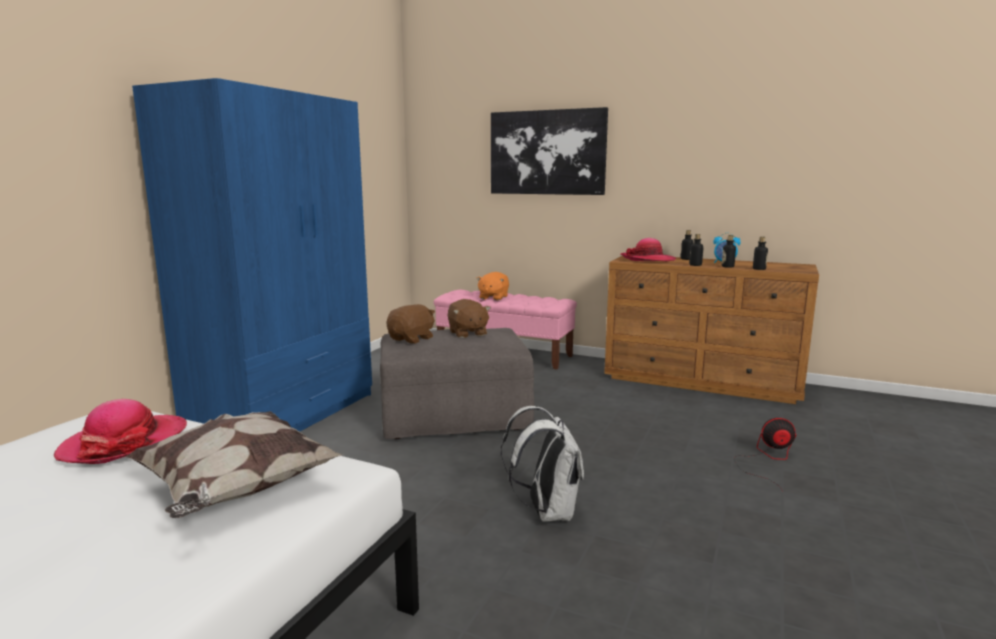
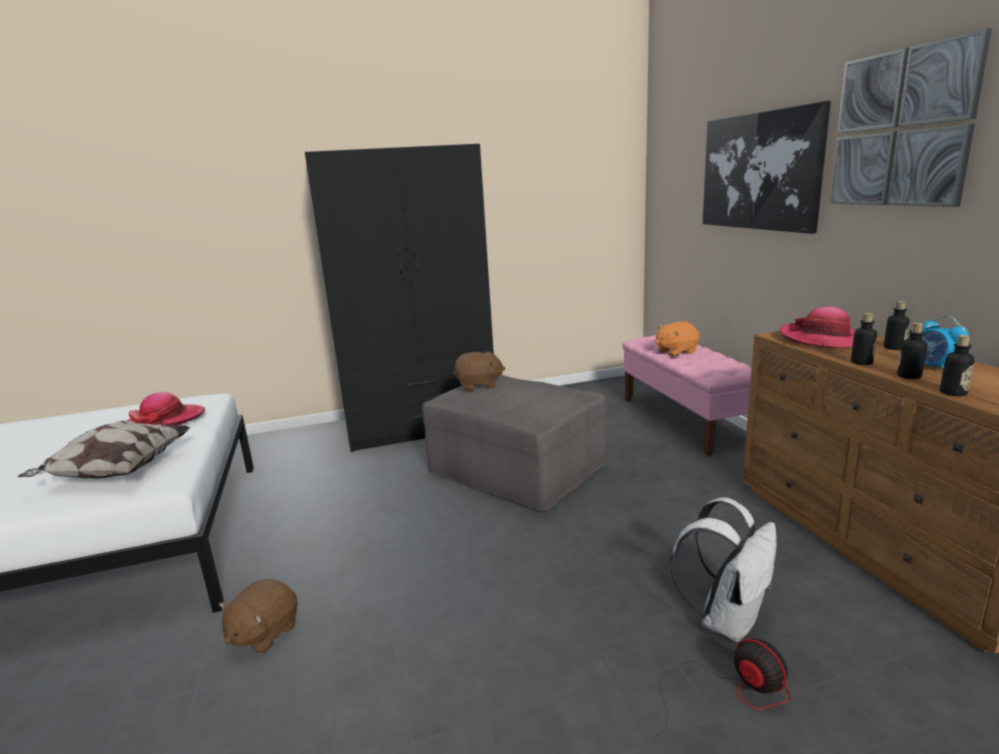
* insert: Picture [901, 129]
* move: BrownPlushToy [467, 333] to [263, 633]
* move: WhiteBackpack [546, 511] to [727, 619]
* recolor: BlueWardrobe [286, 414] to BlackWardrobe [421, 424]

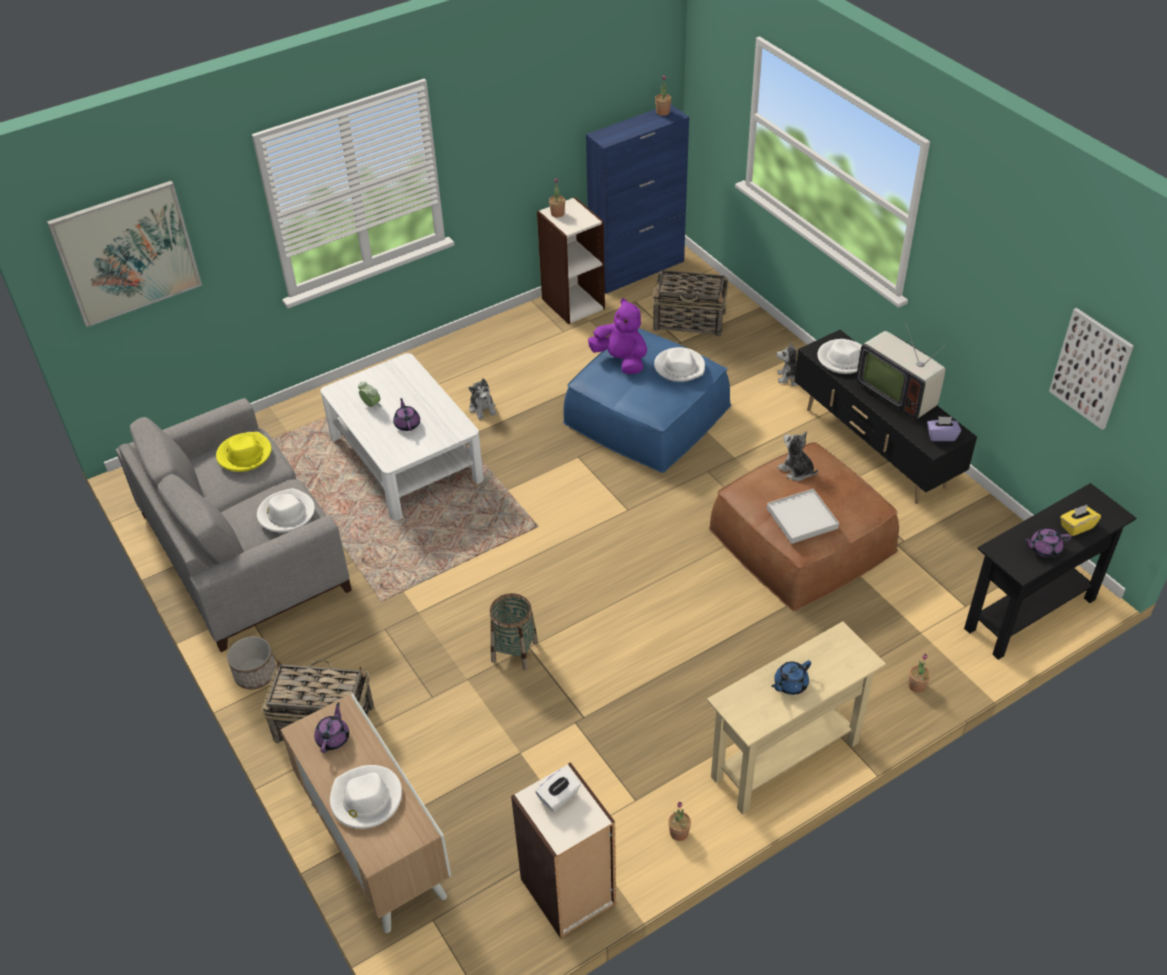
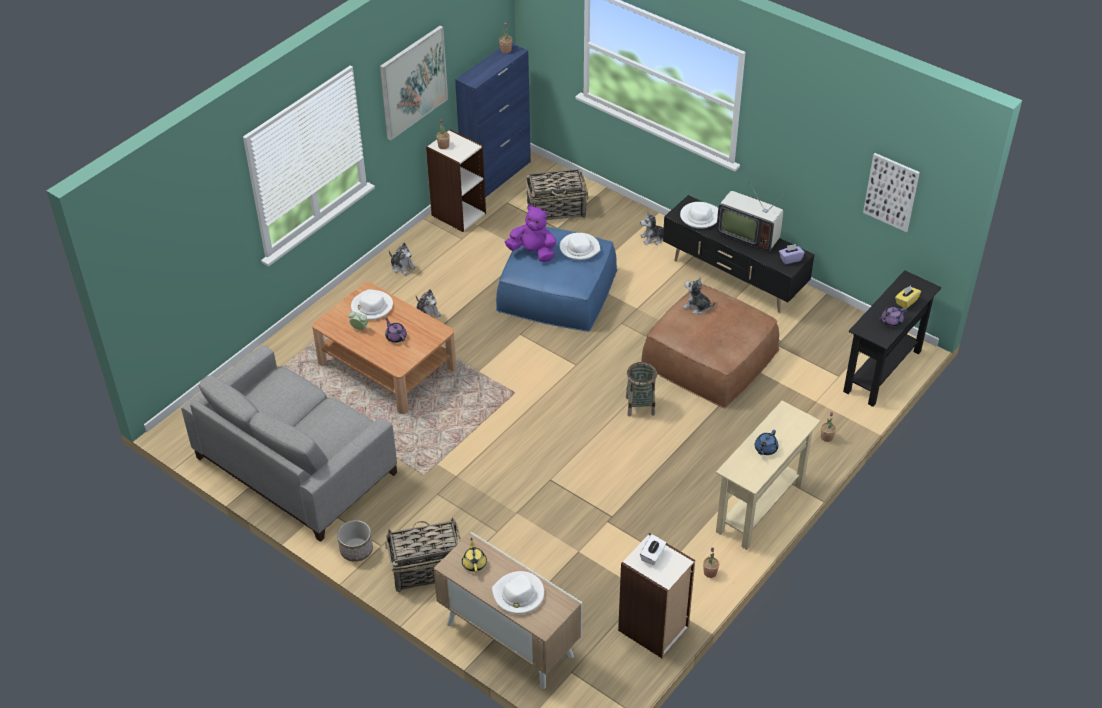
* delete: YellowHat [244, 454]
* delete: WhiteTray [802, 518]
* insert: PlushToy [402, 267]
* move: Picture [127, 253] to [413, 82]
* move: WhiteHat [286, 513] to [371, 307]
* move: Basket [514, 651] to [640, 405]
* recolor: PurpleTeapot [333, 737] to YellowTeapot [474, 563]
* recolor: WhiteCoffeeTable [405, 458] to BrownCoffeeTable [386, 365]

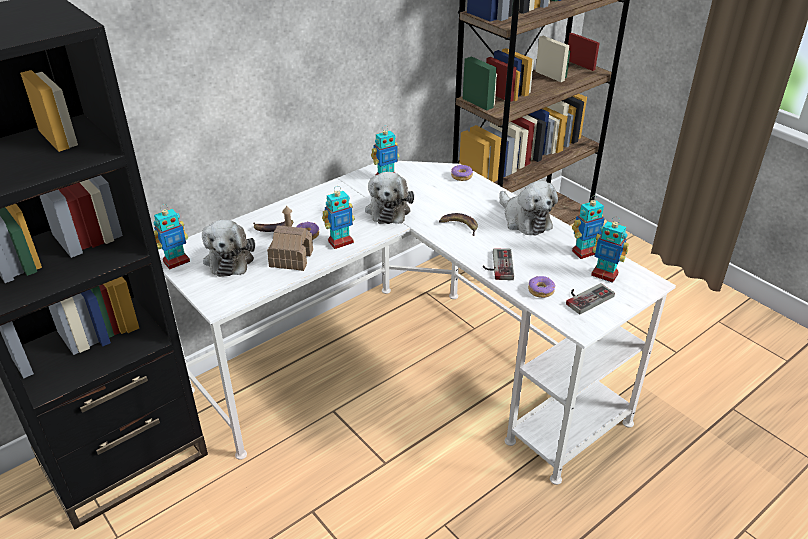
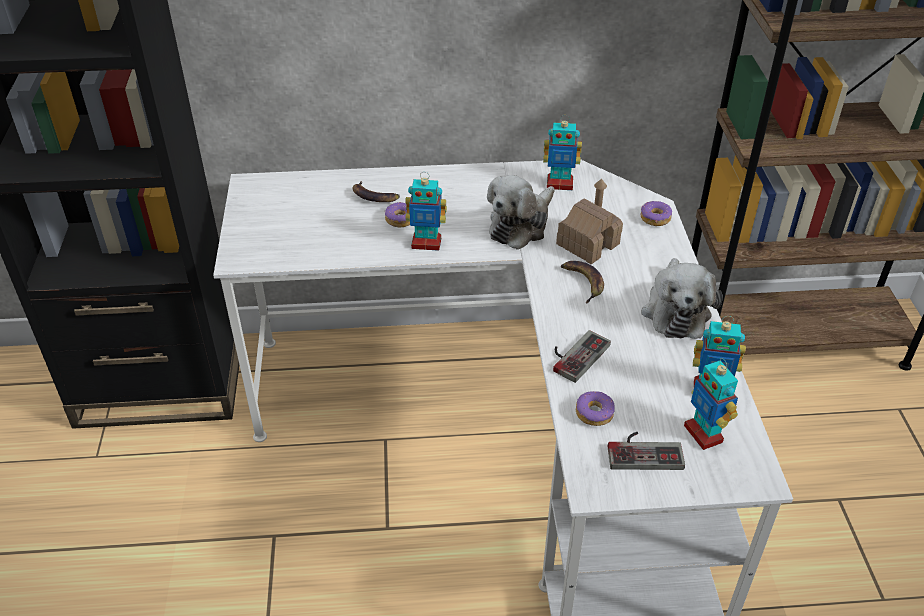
* delete: ToyRobot [176, 261]
* delete: PlushToy [229, 258]
* move: ToyHouse [291, 258] to [588, 244]

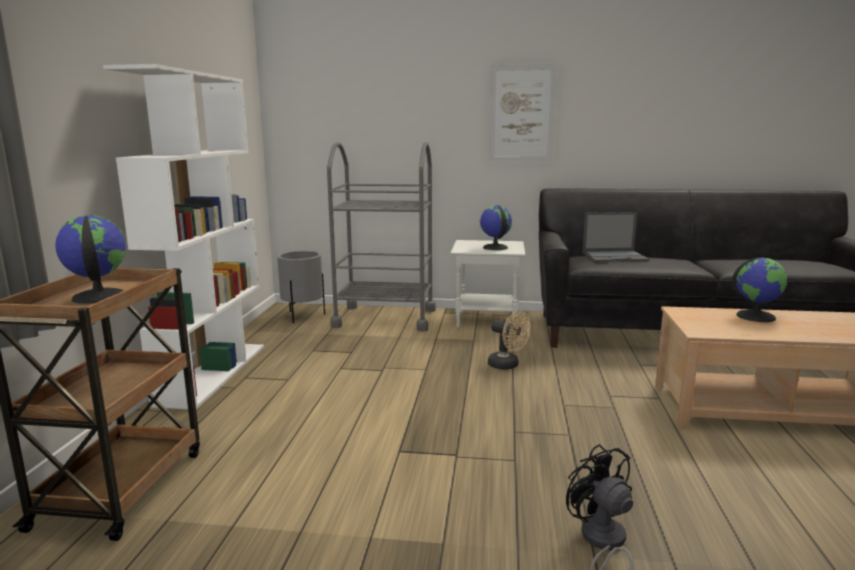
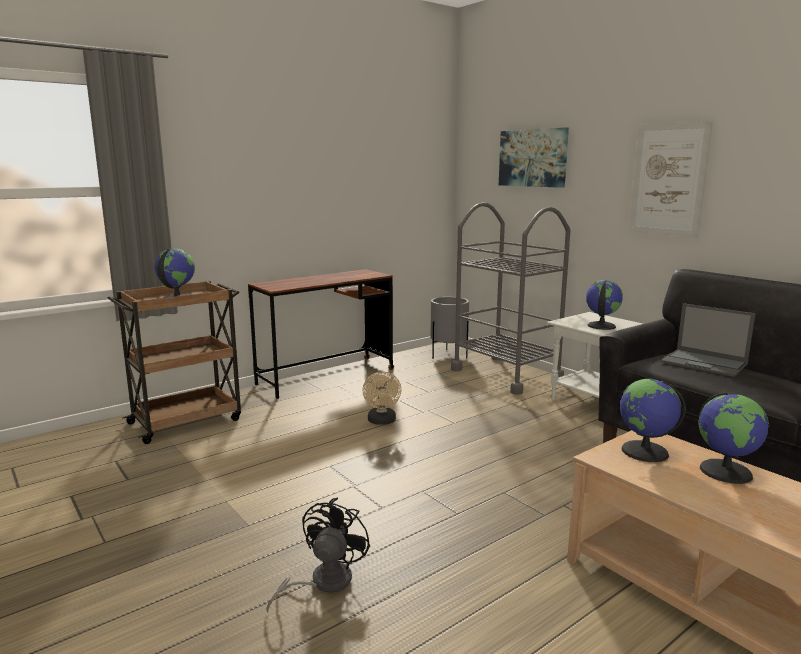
* insert: Picture [533, 158]
* insert: Globe [645, 452]
* move: BeigeFan [507, 366] to [382, 421]
* replace: WhiteBookcase [213, 373] to BrownDesk [326, 377]

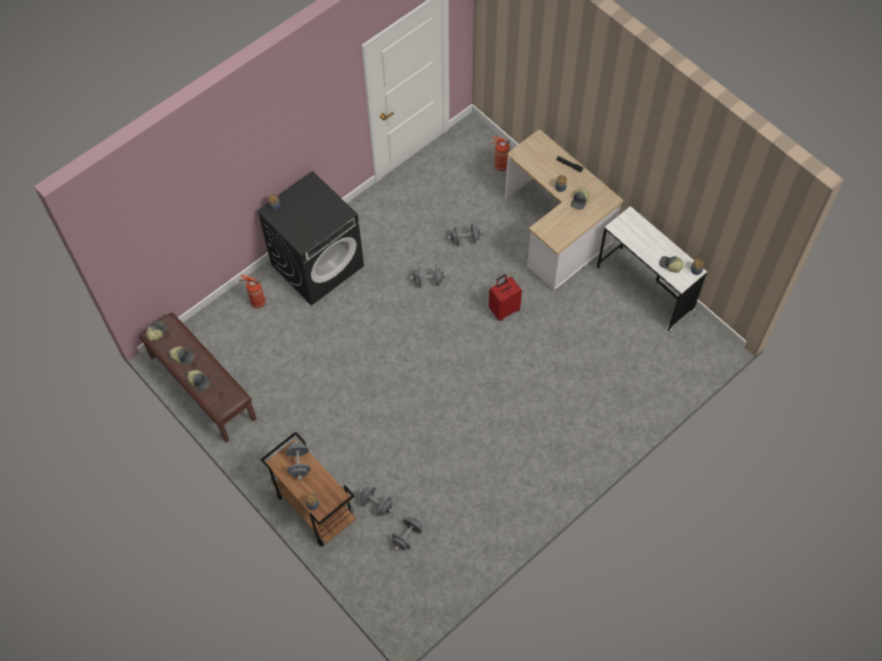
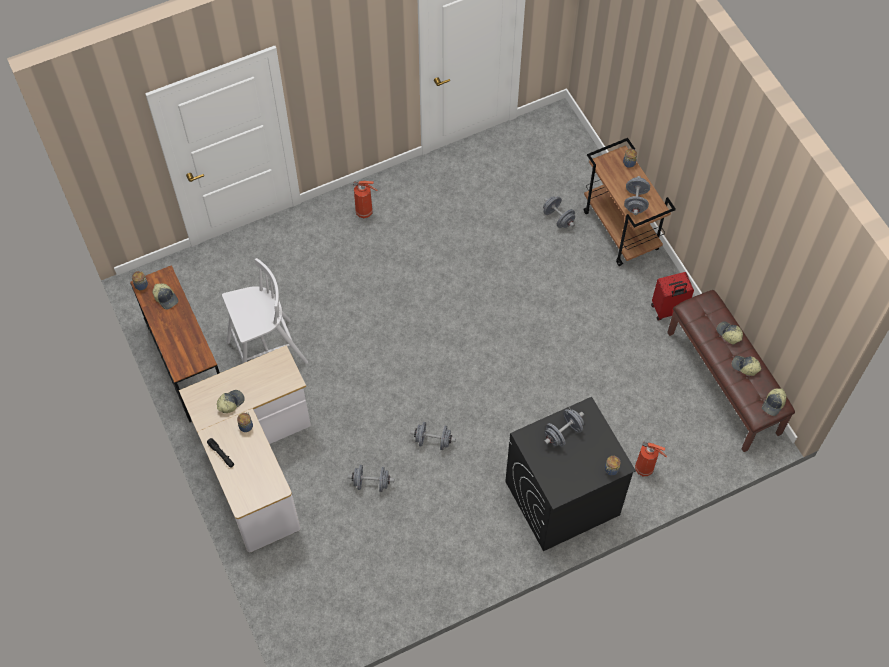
* insert: WhiteStool [265, 353]
* move: GreyDumbbell [407, 536] to [563, 433]
* move: FireExtinguisher [500, 166] to [365, 212]
* move: RedSuitcase [504, 309] to [668, 310]
* recolor: WhiteDesk [645, 288] to BrownDesk [187, 365]

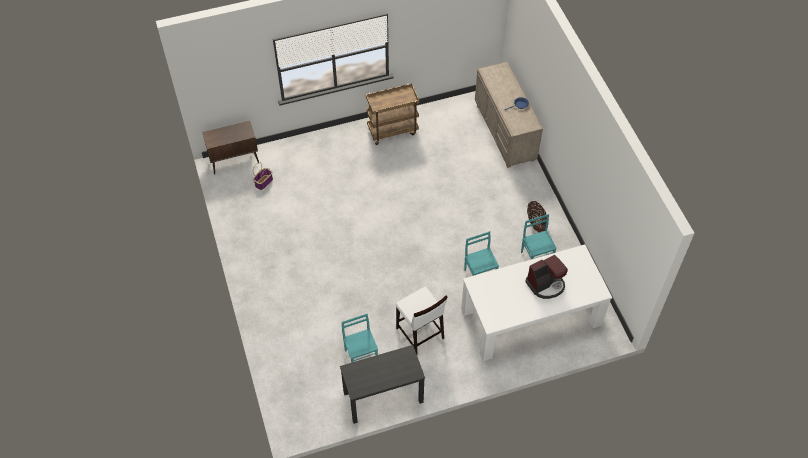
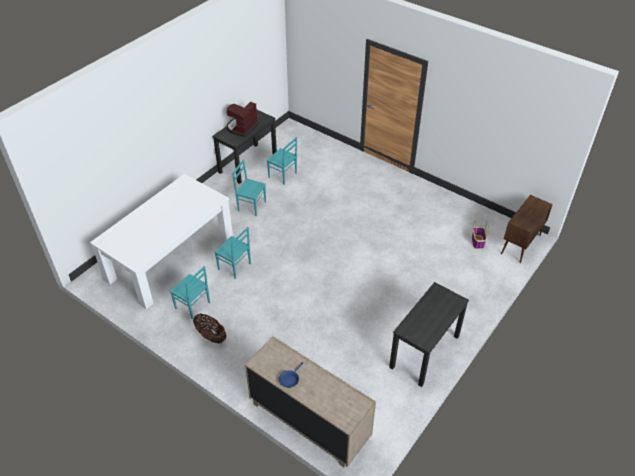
* move: CoffeeMachine [546, 284] to [242, 127]
* replace: BrownCart [393, 130] to BlackDesk [424, 351]
* replace: WhiteStool [420, 334] to TurquoiseChair [251, 206]

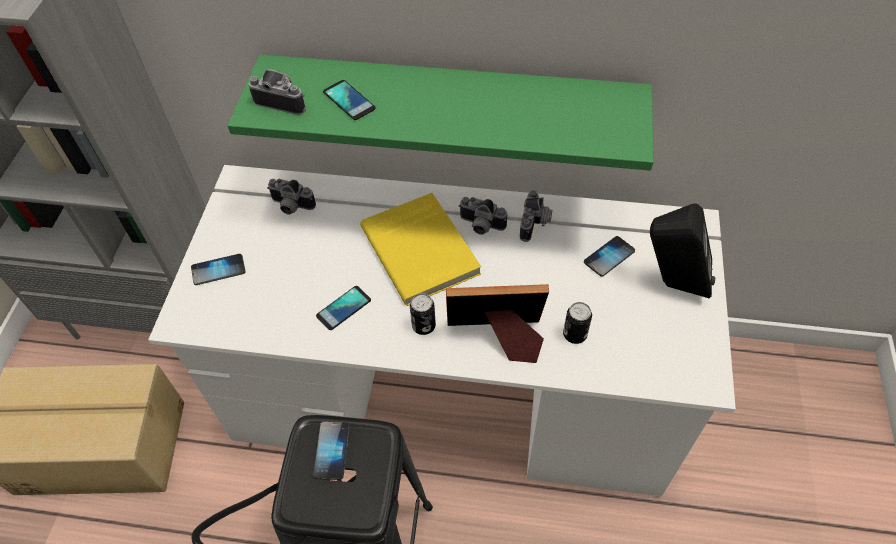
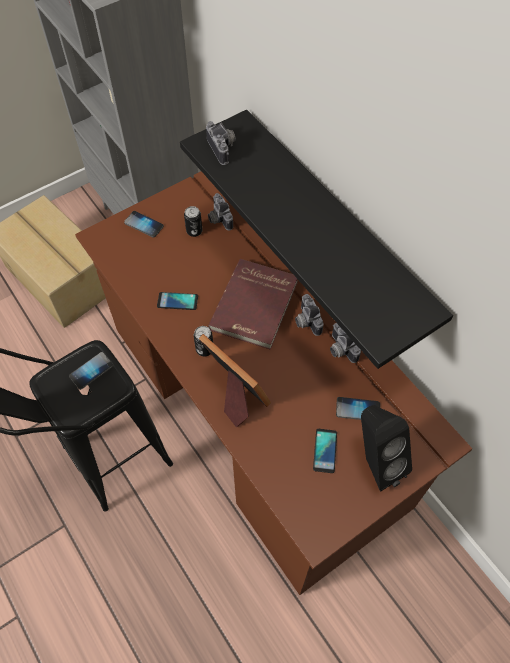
* move: Phone [349, 100] to [325, 451]
* move: Can [574, 334] to [194, 231]
* recolor: WhiteDesk [452, 389] to BrownDesk [255, 413]
* recolor: GreenShelf [451, 102] to BlackShelf [335, 224]
* recolor: YellowBook [422, 250] to RedBook [256, 306]
* rotate: PhotoCamera [536, 224] = [339, 349] 90 degrees clockwise

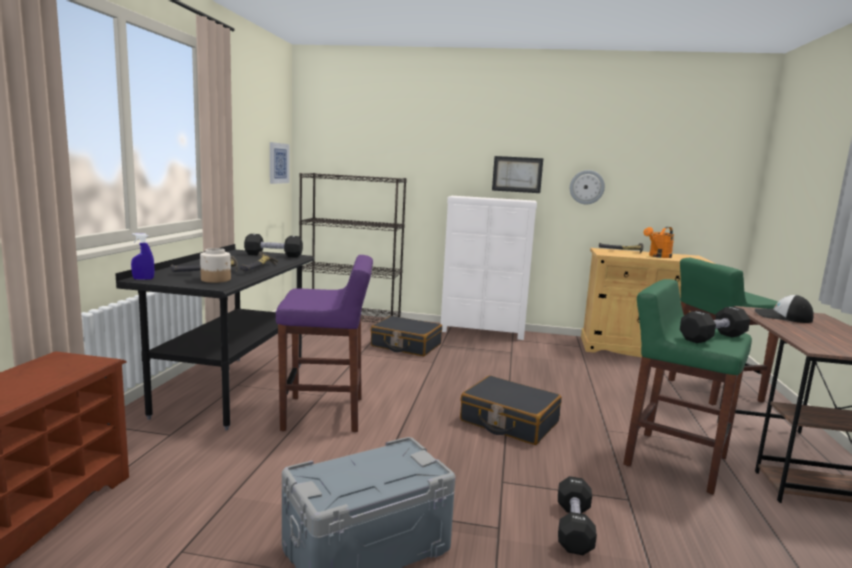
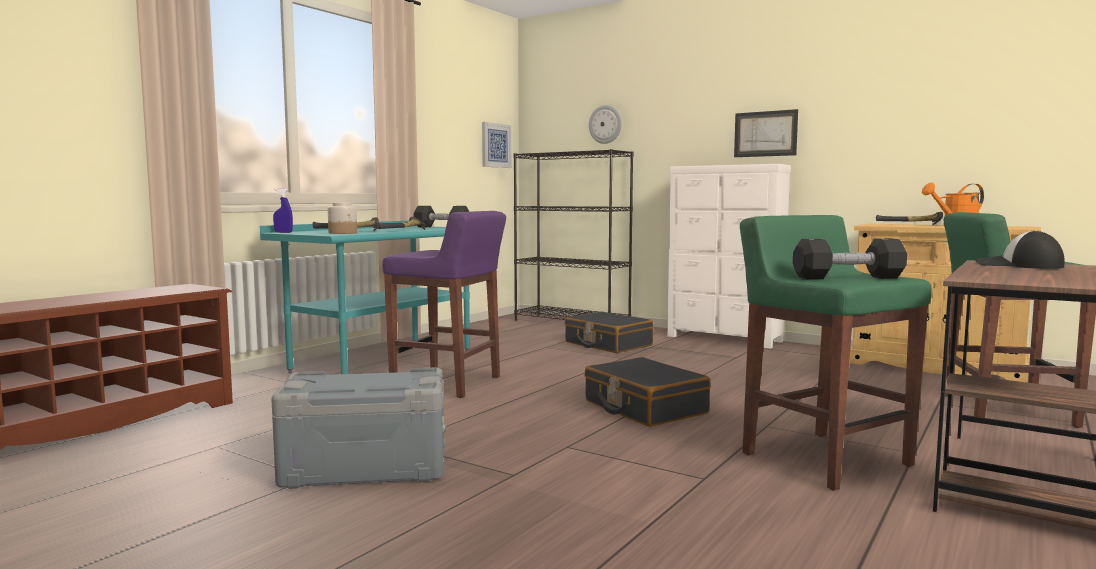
* delete: BlackDumbbell [573, 528]
* move: WallClock [586, 187] to [605, 124]
* recolor: BlackDesk [232, 389] to TurquoiseDesk [383, 361]

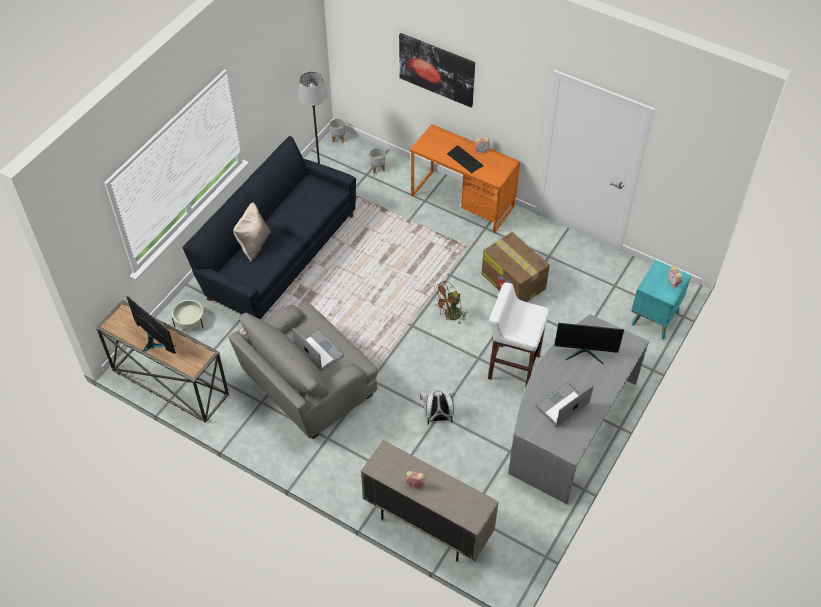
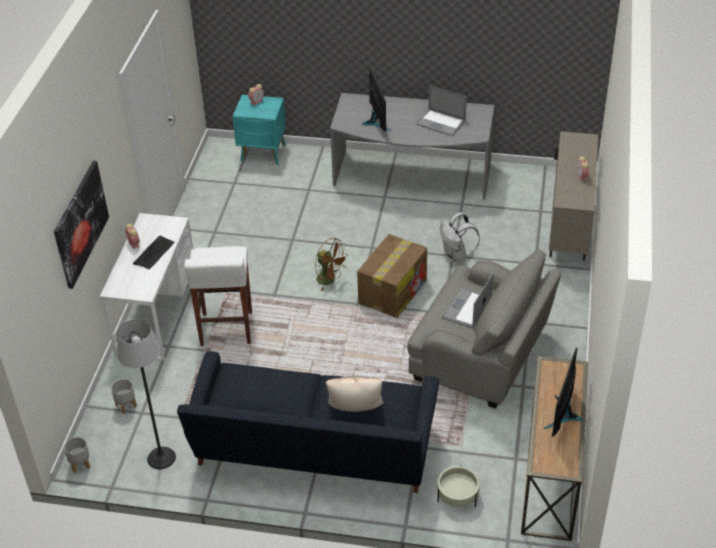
* move: CardboardBox [514, 282] to [393, 291]
* move: WhiteStool [513, 366] to [226, 329]
* recolor: OrangeDesk [462, 201] to WhiteDesk [157, 315]

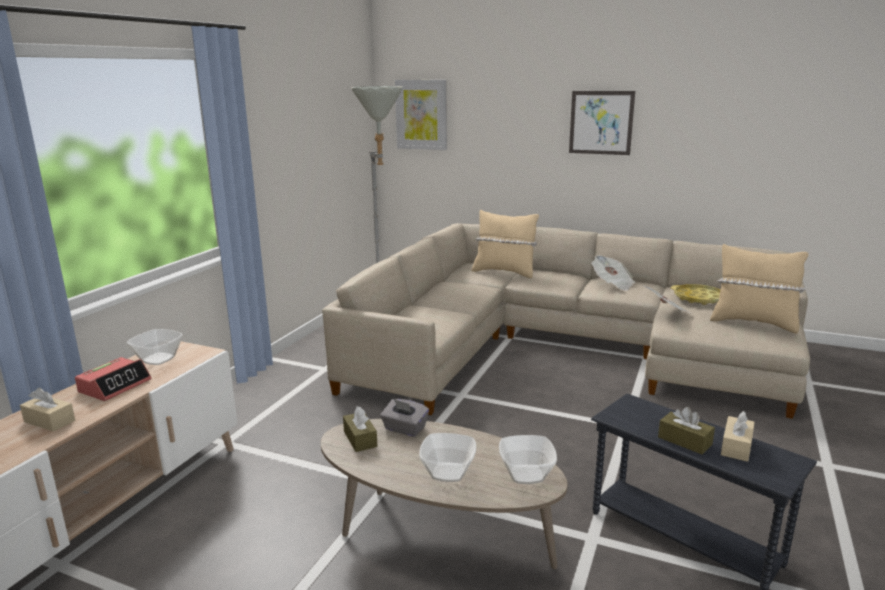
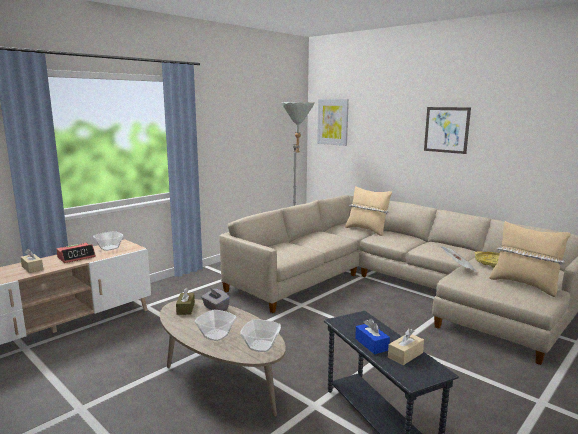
* delete: Newspaper [612, 284]
* recolor: BrownTissueBox [684, 441] to BlueTissueBox [371, 344]

